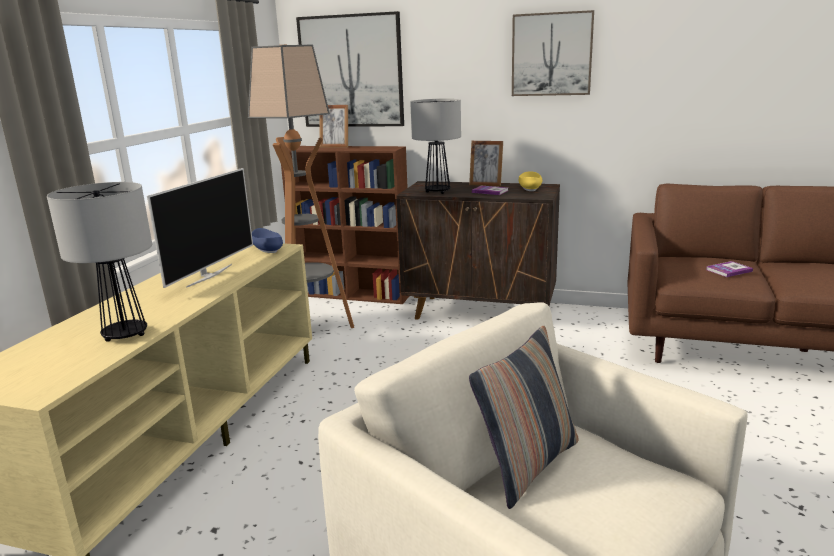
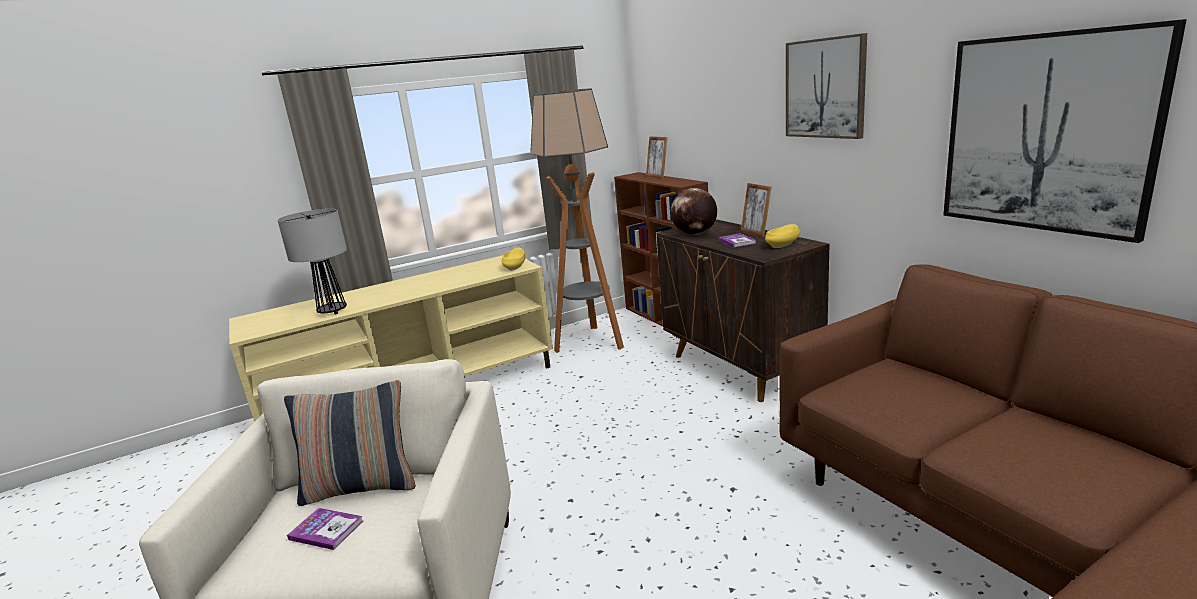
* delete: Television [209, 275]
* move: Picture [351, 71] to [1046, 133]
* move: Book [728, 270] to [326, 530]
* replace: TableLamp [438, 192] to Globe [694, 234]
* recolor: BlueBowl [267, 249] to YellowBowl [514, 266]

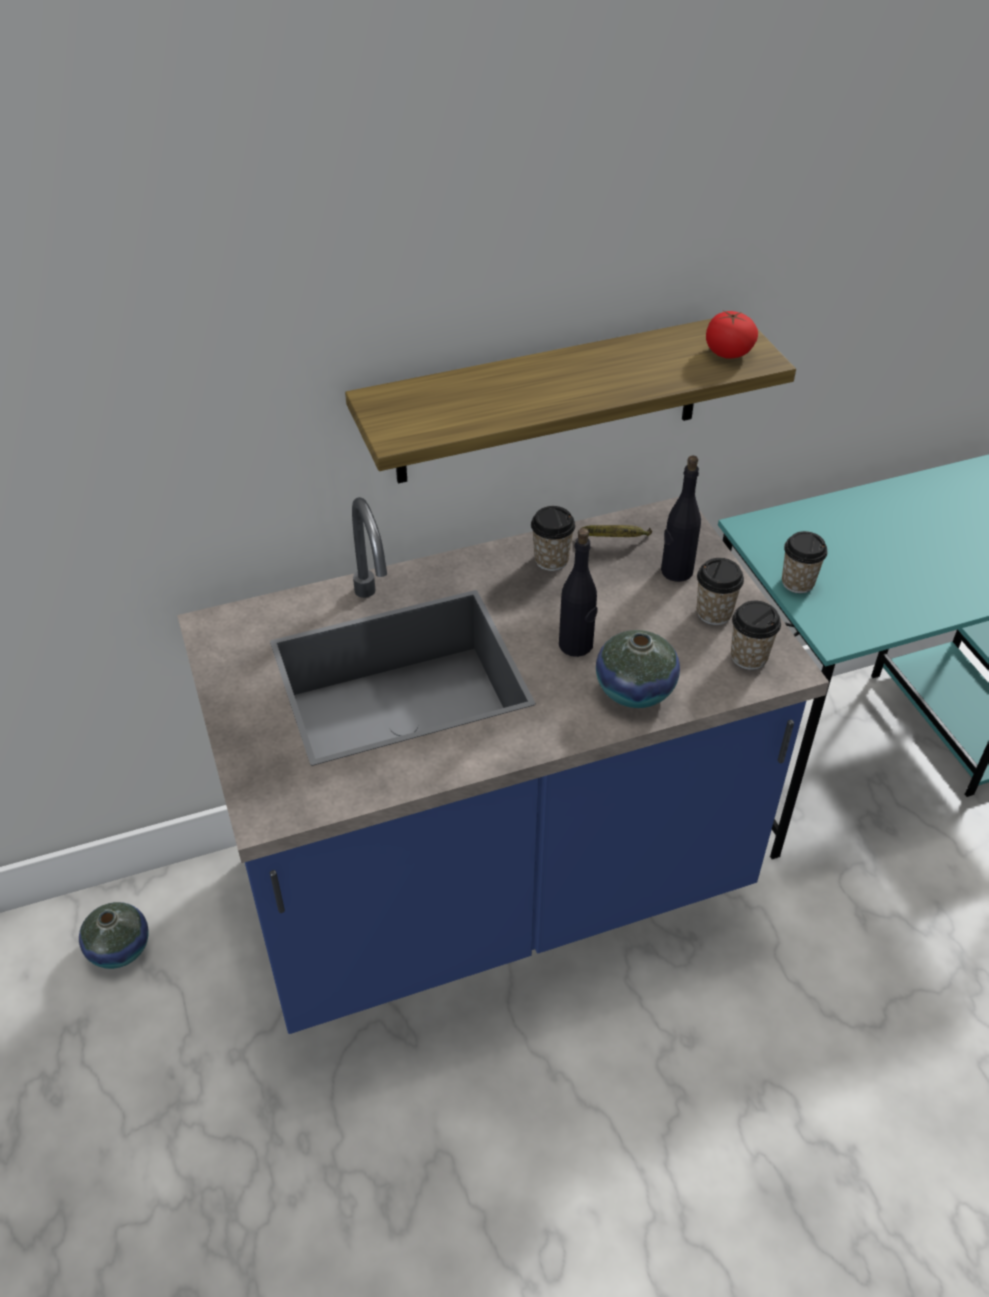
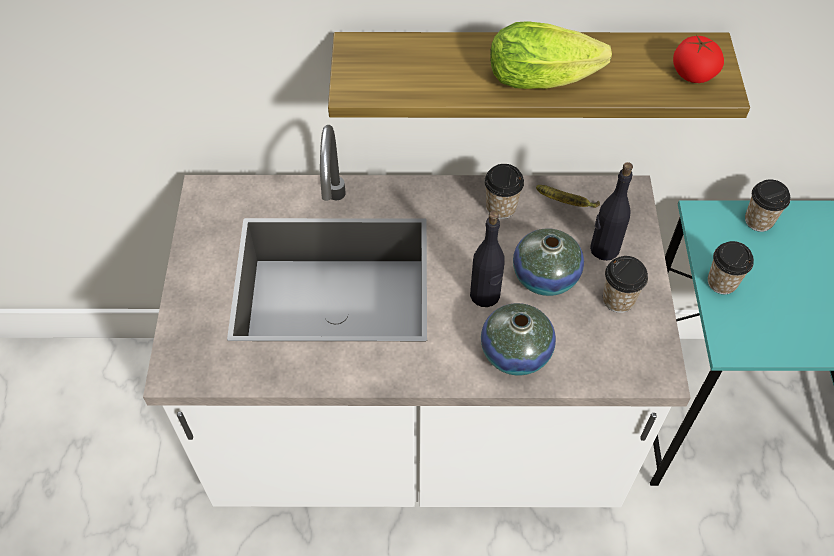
* insert: Lettuce [548, 78]
* move: Vase [119, 948] to [545, 277]
* move: Cup [748, 657] to [758, 221]
* recolor: BlueCounter [494, 887] to WhiteCounter [417, 435]

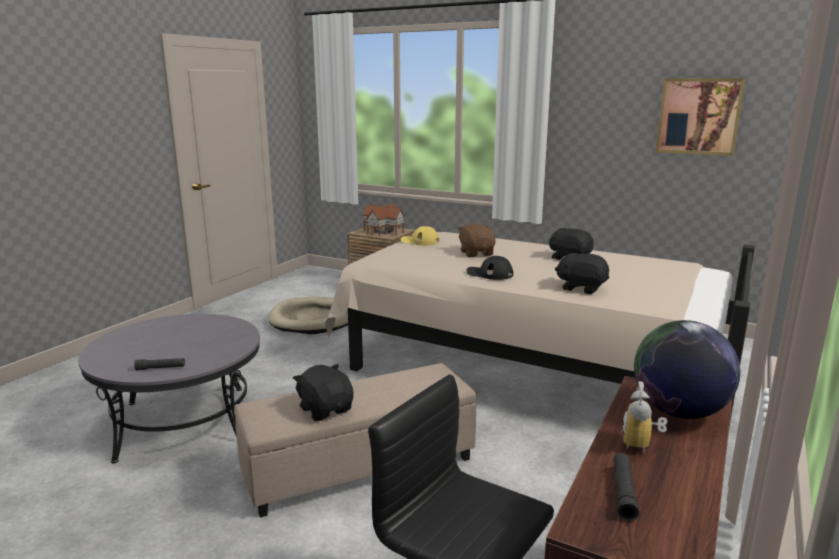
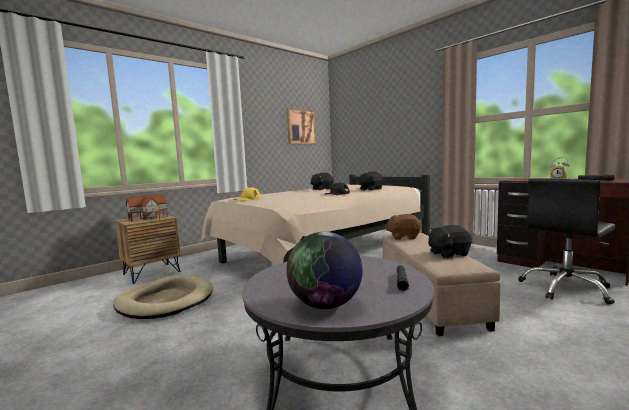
* move: BrownPlushToy [477, 253] to [403, 237]
* move: Globe [679, 412] to [325, 305]

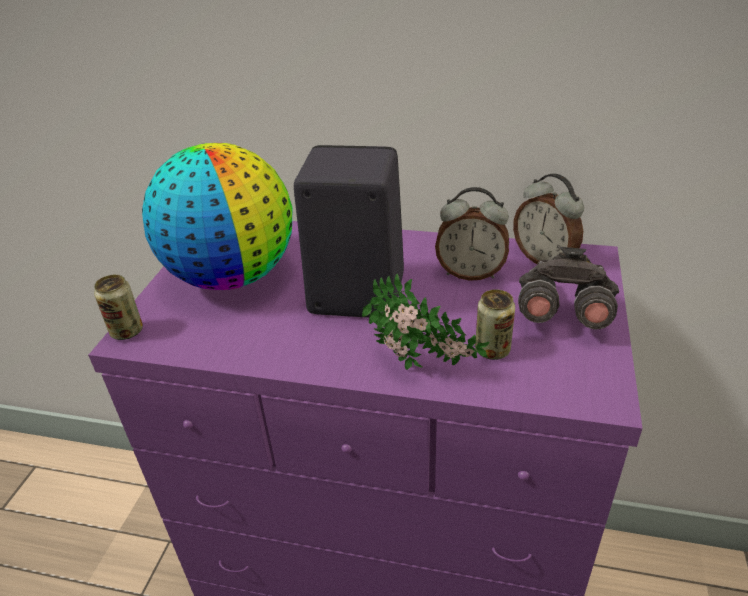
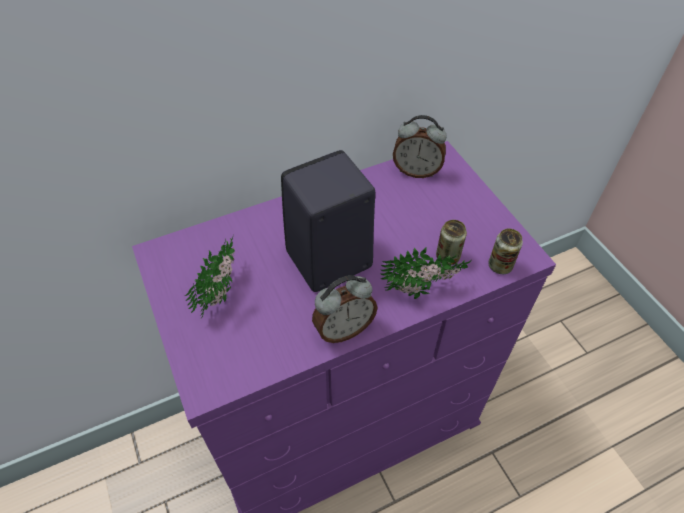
* delete: GreyBinoculars [561, 314]
* move: Can [127, 331] to [500, 266]
* move: AlarmClock [470, 273] to [343, 329]
* replace: Globe [232, 276] to PottedPlant [223, 292]

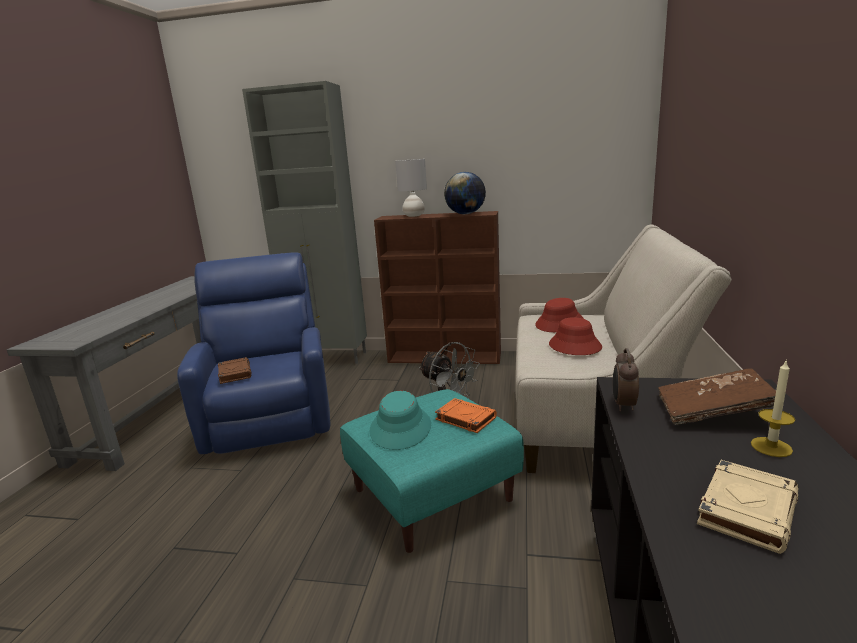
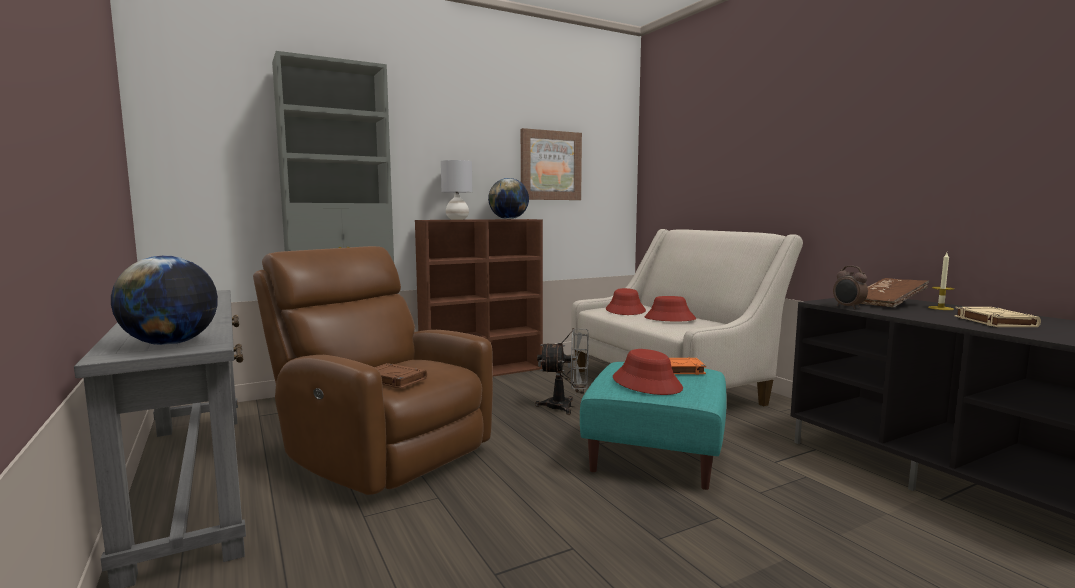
* insert: Globe [171, 343]
* insert: Picture [550, 165]
* recolor: BlueArmchair [271, 418] to BrownArmchair [382, 452]
* recolor: TurquoiseHat [401, 428] to RedHat [647, 383]

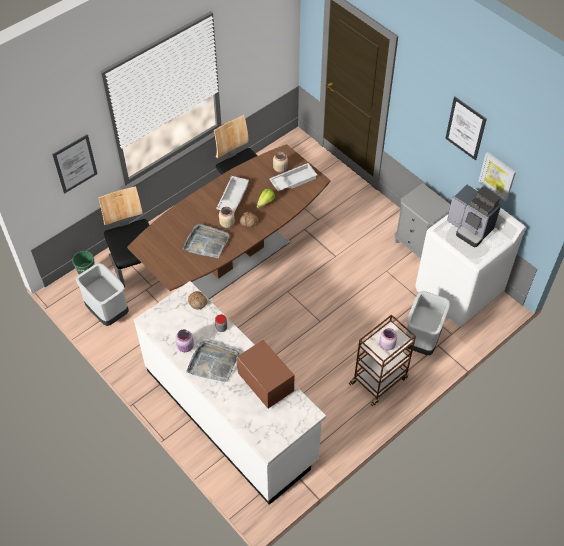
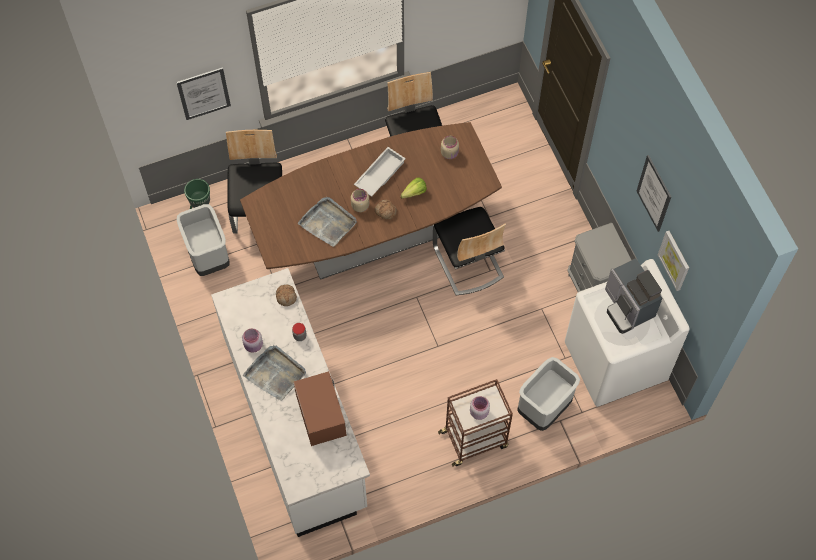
* delete: WhiteTray [293, 180]
* insert: Chair [467, 262]

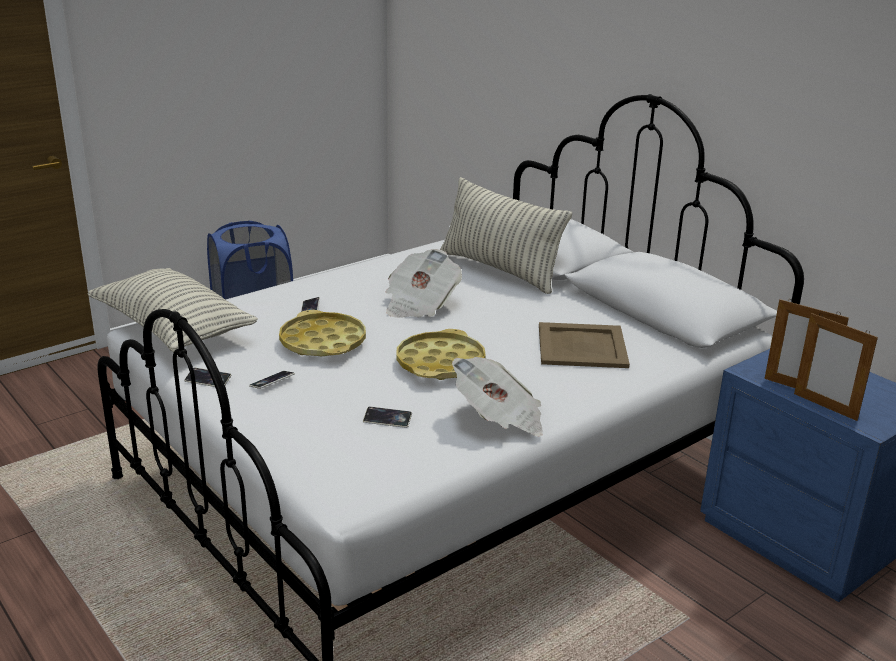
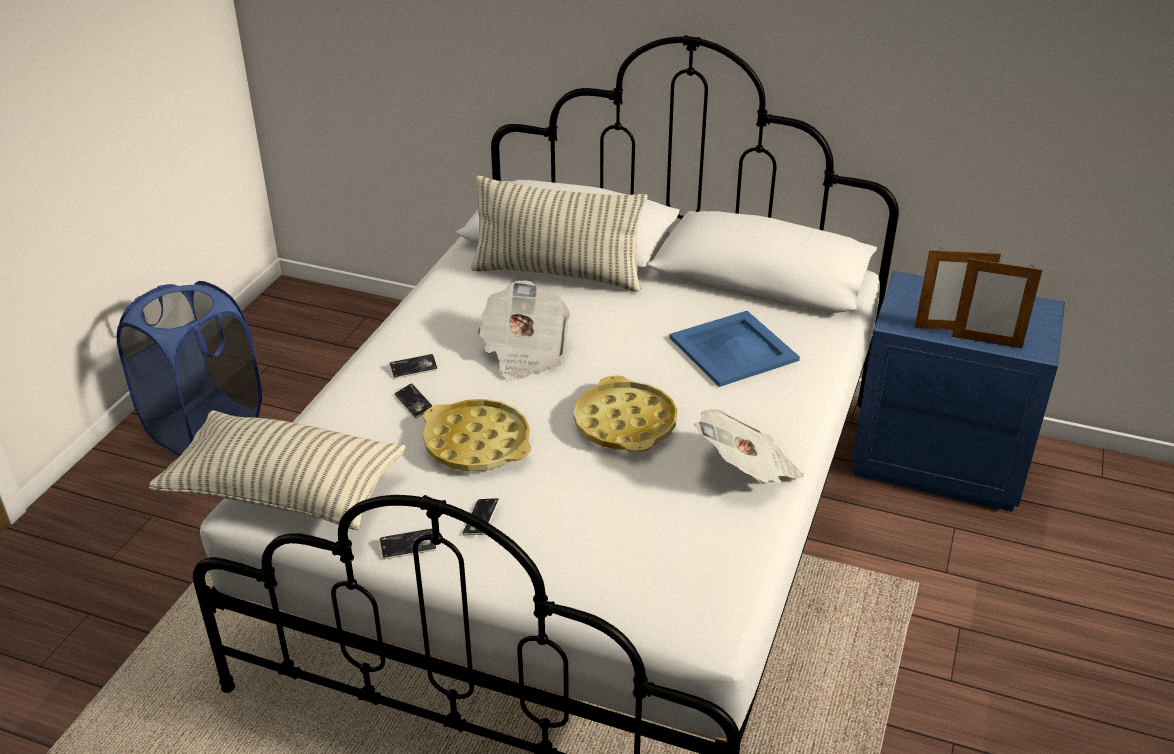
* move: Phone [387, 420] to [413, 369]
* recolor: BeigeTray [581, 345] to BlueTray [732, 349]

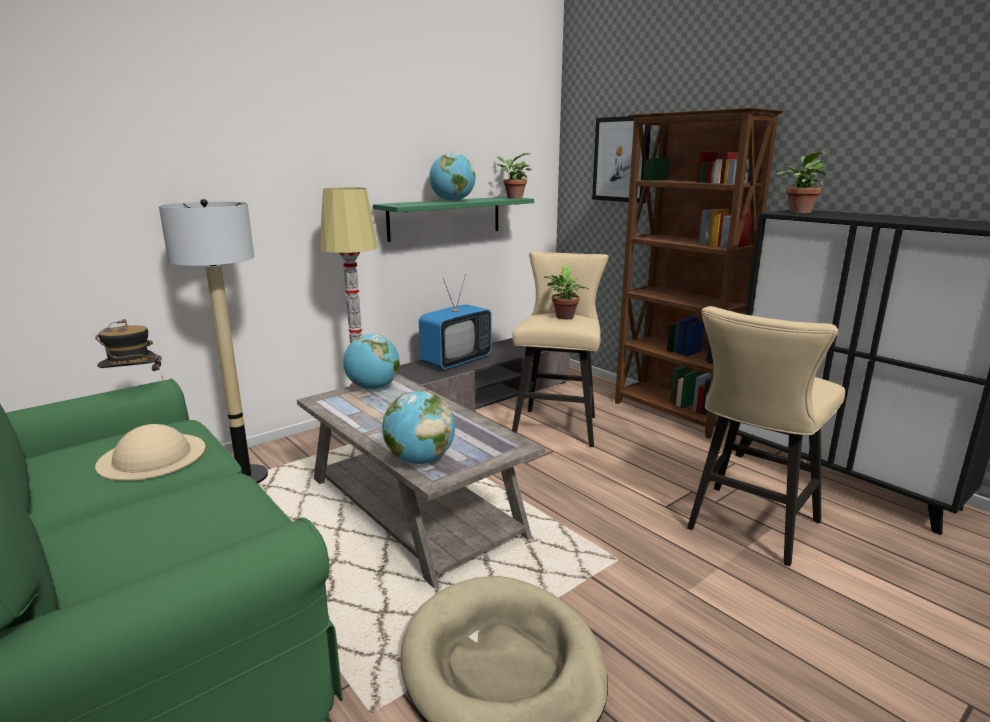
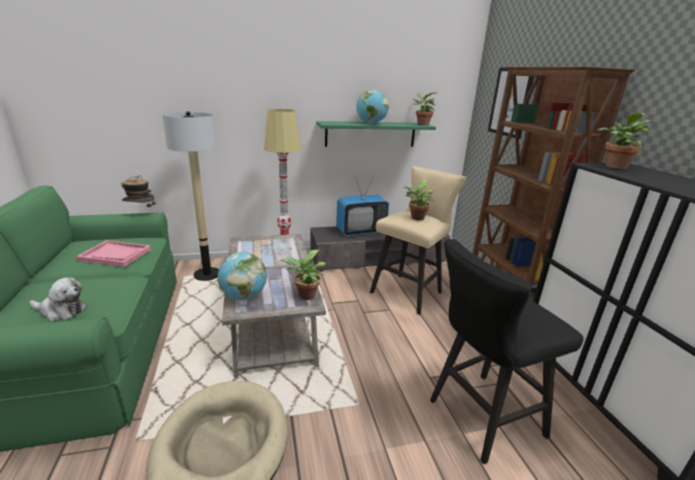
* delete: Globe [373, 388]
* insert: PlushToy [61, 311]
* insert: PottedPlant [305, 296]
* replace: BeigeHat [152, 456] to PinkTray [115, 255]
* recolor: BeigeStool [748, 528] to BlackStool [479, 419]

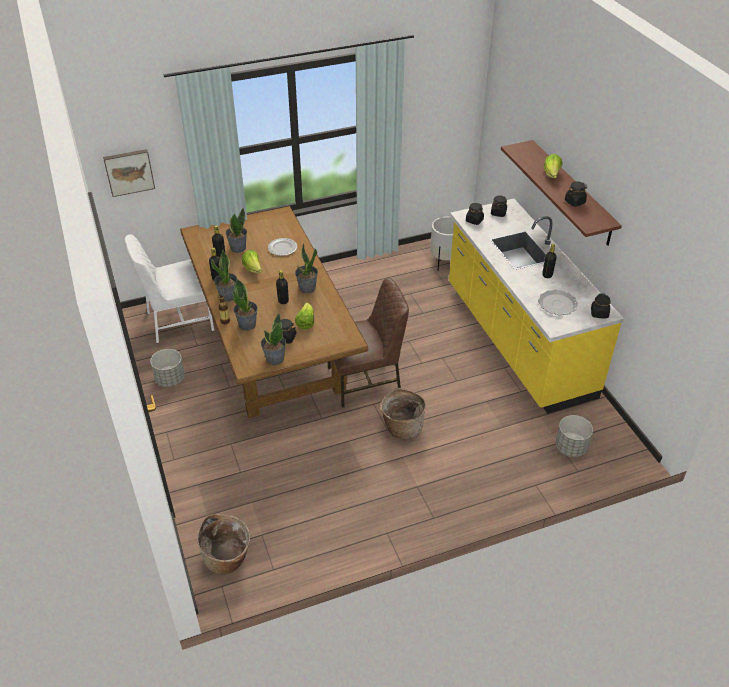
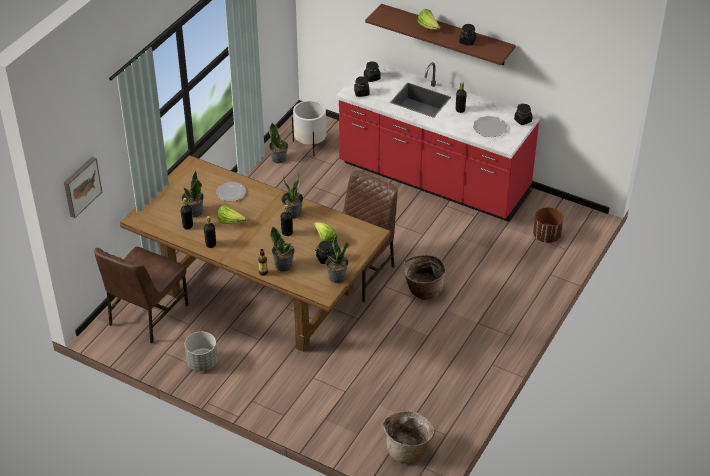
* move: PottedPlant [228, 296] to [279, 159]
* recolor: WhiteChair [178, 321] to BrownChair [147, 315]
* recolor: YellowCounter [517, 340] to RedCounter [433, 180]
* recolor: GreyPlanter [571, 448] to BrownPlanter [547, 236]

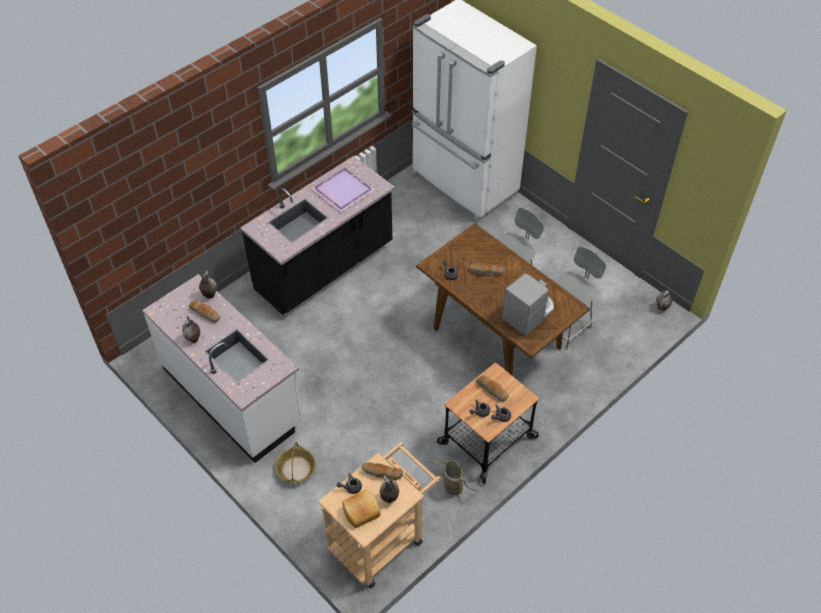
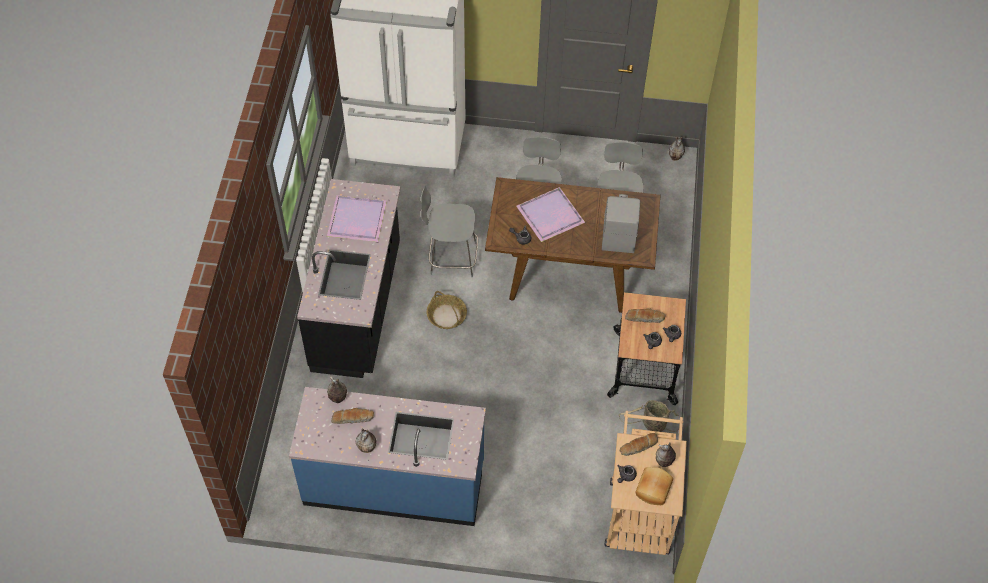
* insert: GreyChair [451, 258]
* move: Basket [296, 469] to [447, 316]
* replace: Bread [486, 272] to PurpleTray [550, 216]
* recolor: WhiteCounter [233, 396] to BlueCounter [394, 482]

